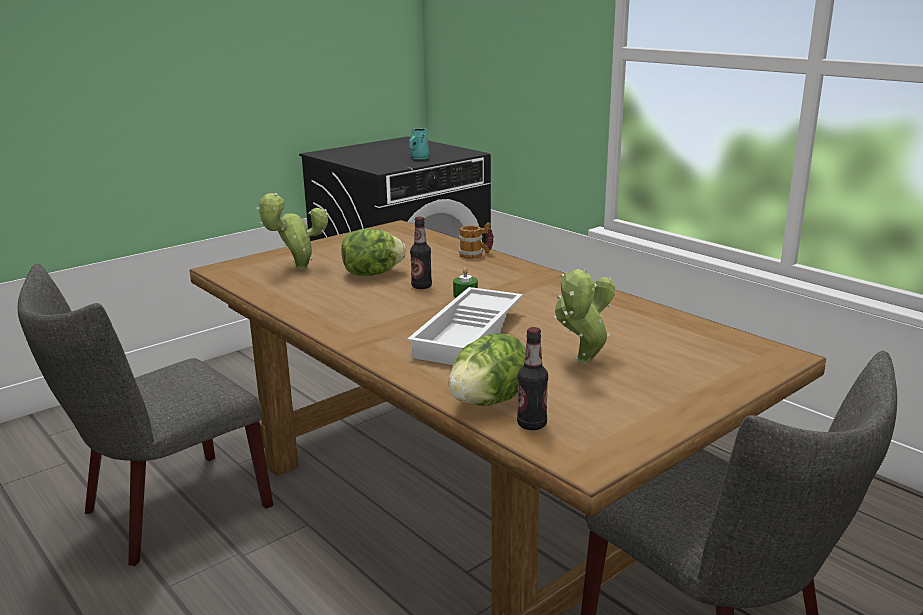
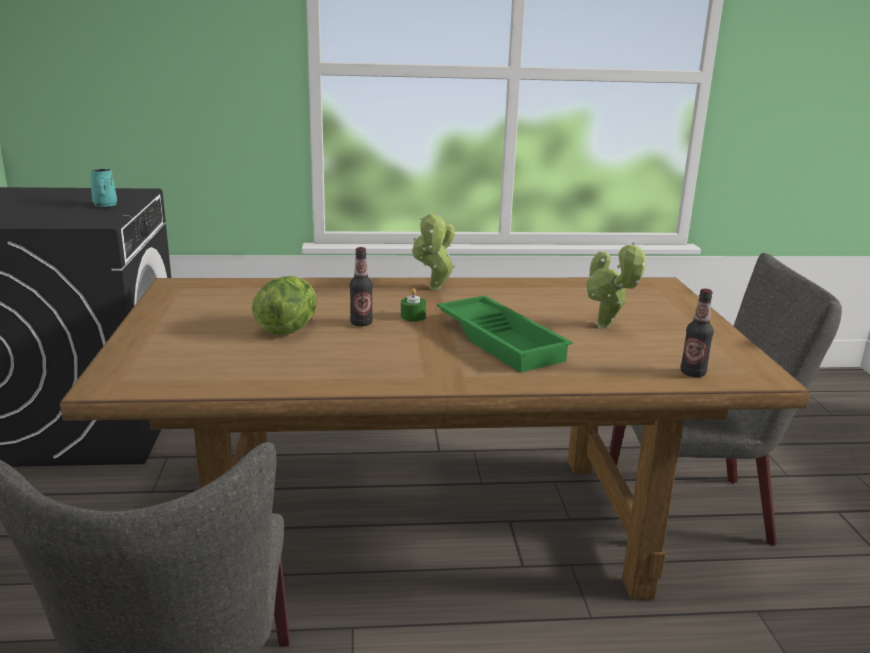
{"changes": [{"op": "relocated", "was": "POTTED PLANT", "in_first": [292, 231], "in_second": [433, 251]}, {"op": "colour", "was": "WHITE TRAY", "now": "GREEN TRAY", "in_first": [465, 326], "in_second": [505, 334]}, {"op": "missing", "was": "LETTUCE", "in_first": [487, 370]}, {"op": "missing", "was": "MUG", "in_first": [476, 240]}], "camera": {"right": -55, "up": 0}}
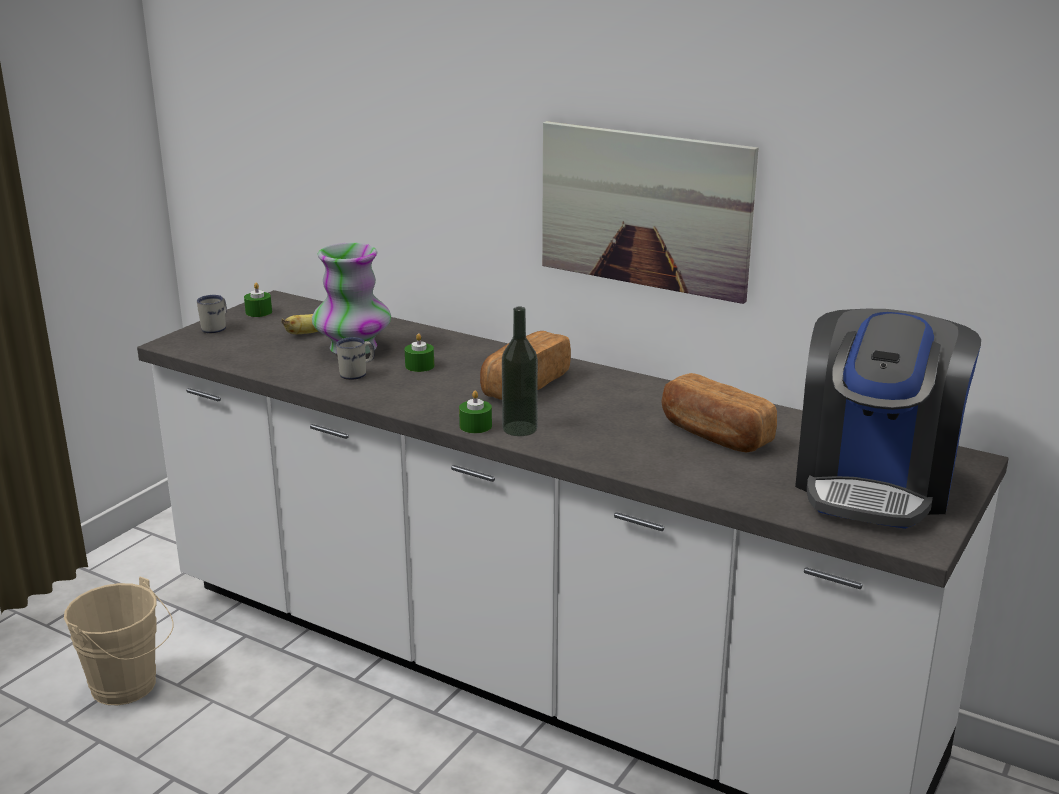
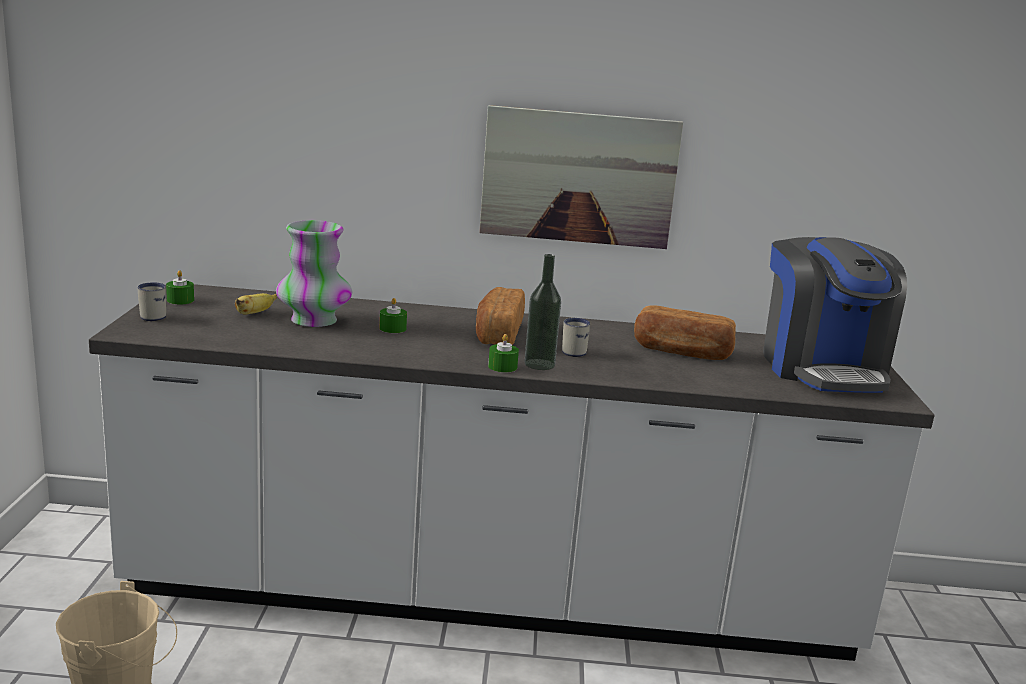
{"changes": [{"op": "relocated", "was": "WHITE MUG", "in_first": [355, 358], "in_second": [576, 337]}], "camera": {"right": -30, "up": -5}}
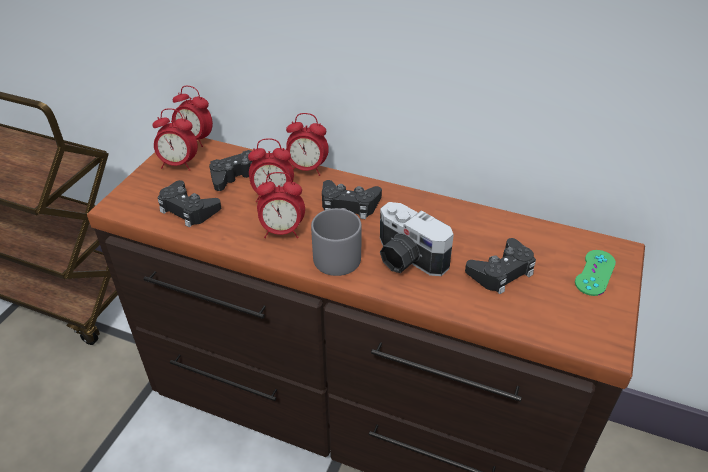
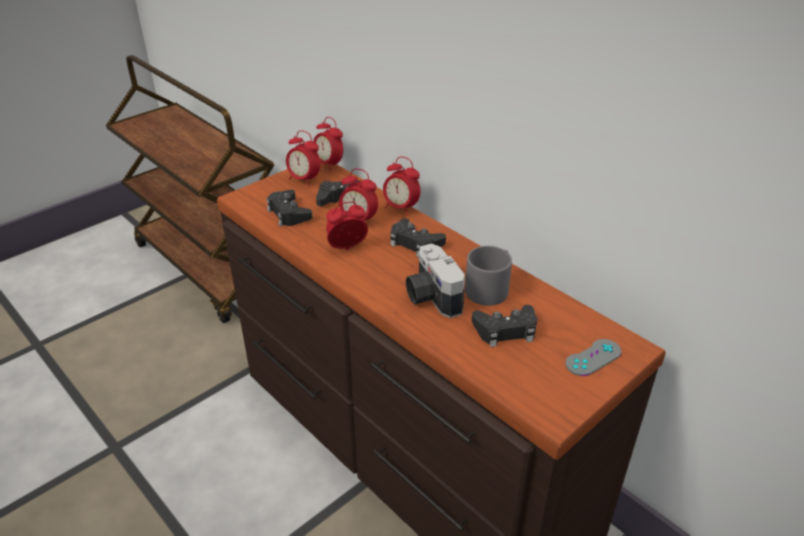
{"changes": [{"op": "spun", "was": "ALARM CLOCK", "in_first": [281, 205], "in_second": [347, 226], "clockwise": 135}, {"op": "relocated", "was": "GREY MUG", "in_first": [336, 242], "in_second": [488, 276]}, {"op": "colour", "was": "GREEN GAME CONTROLLER", "now": "GREY GAME CONTROLLER", "in_first": [595, 273], "in_second": [593, 357]}], "camera": {"right": 25, "up": -5}}
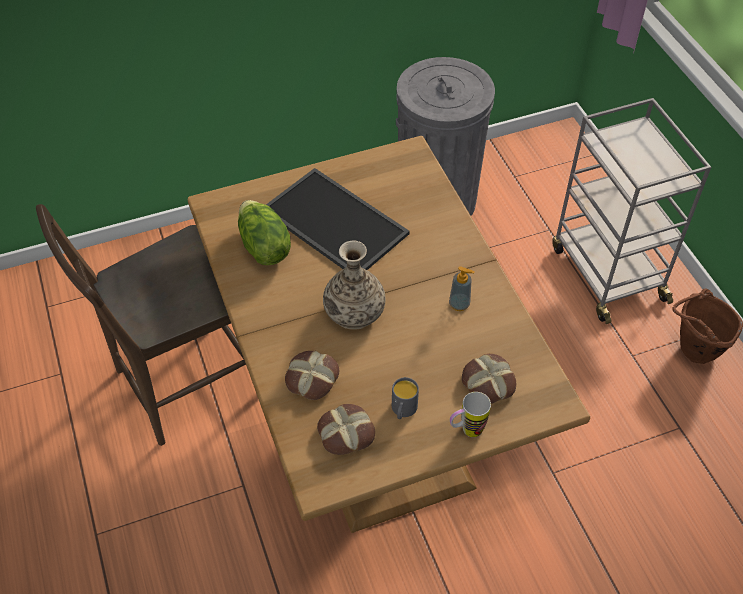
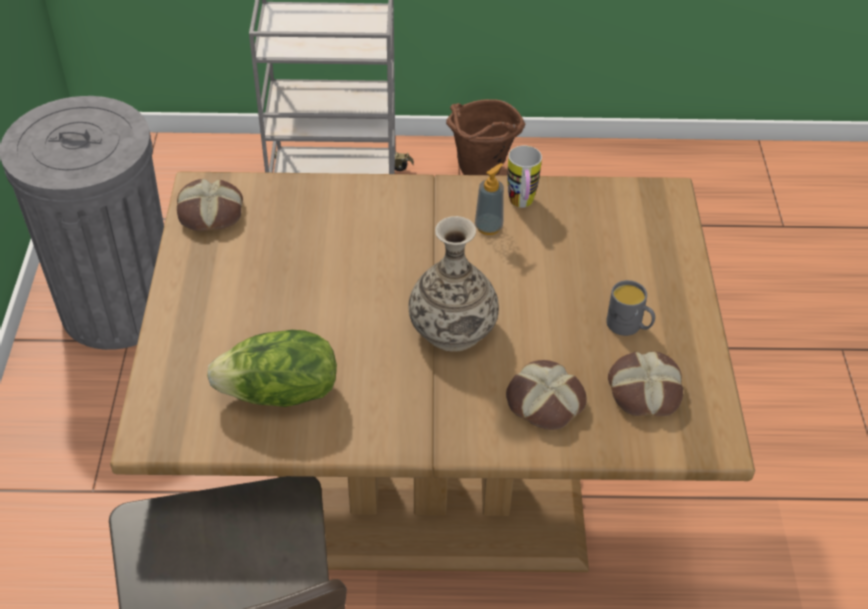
{"changes": [{"op": "missing", "was": "TRAY", "in_first": [338, 219]}, {"op": "relocated", "was": "MUG", "in_first": [470, 414], "in_second": [524, 177]}, {"op": "relocated", "was": "BREAD", "in_first": [489, 379], "in_second": [210, 205]}], "camera": {"right": -70, "up": -5}}
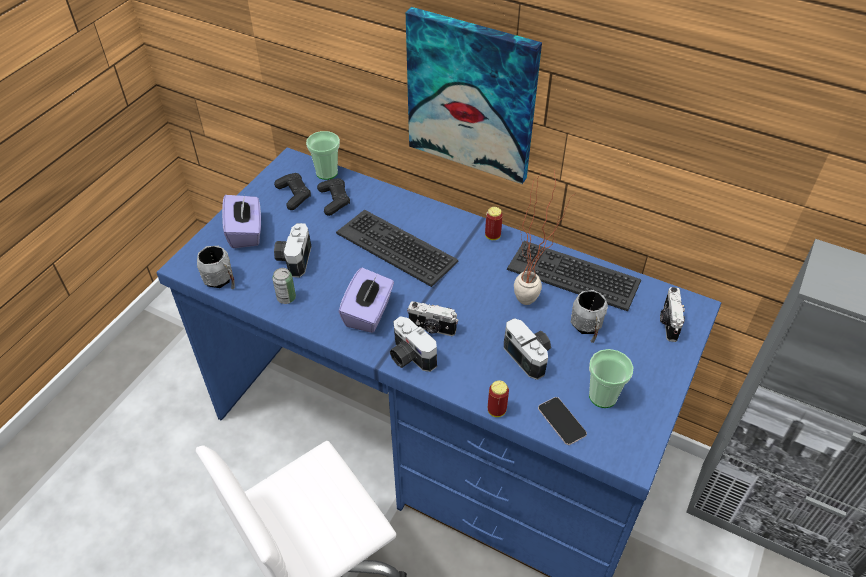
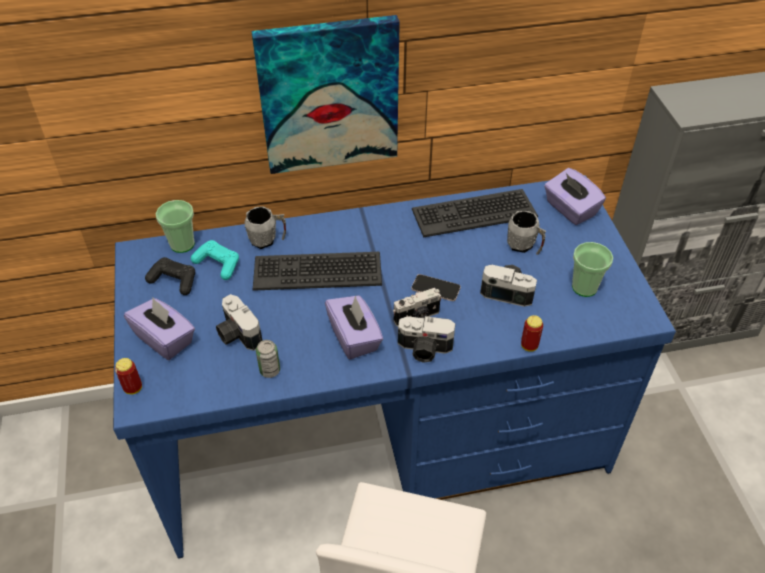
{"changes": [{"op": "relocated", "was": "GREY MUG", "in_first": [216, 267], "in_second": [265, 227]}, {"op": "colour", "was": "BLACK GAME CONTROLLER", "now": "TURQUOISE GAME CONTROLLER", "in_first": [333, 197], "in_second": [215, 260]}, {"op": "relocated", "was": "CAN", "in_first": [494, 223], "in_second": [128, 376]}, {"op": "missing", "was": "POTTED PLANT", "in_first": [544, 238]}, {"op": "relocated", "was": "PHONE", "in_first": [562, 421], "in_second": [436, 287]}, {"op": "exchanged", "was": "PHOTO CAMERA", "now": "PURPLE TISSUE BOX", "in_first": [672, 314], "in_second": [575, 196]}], "camera": {"right": -40, "up": 0}}
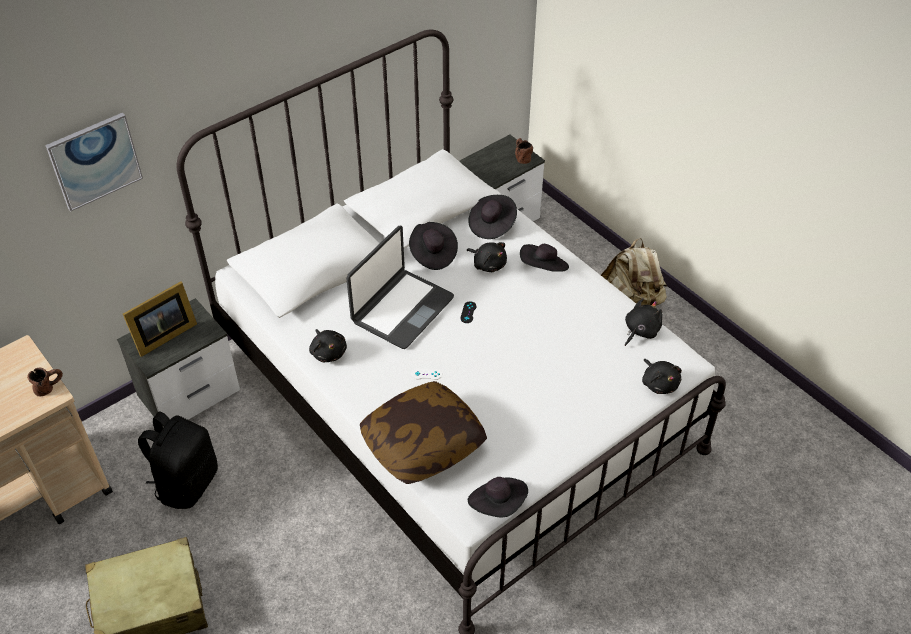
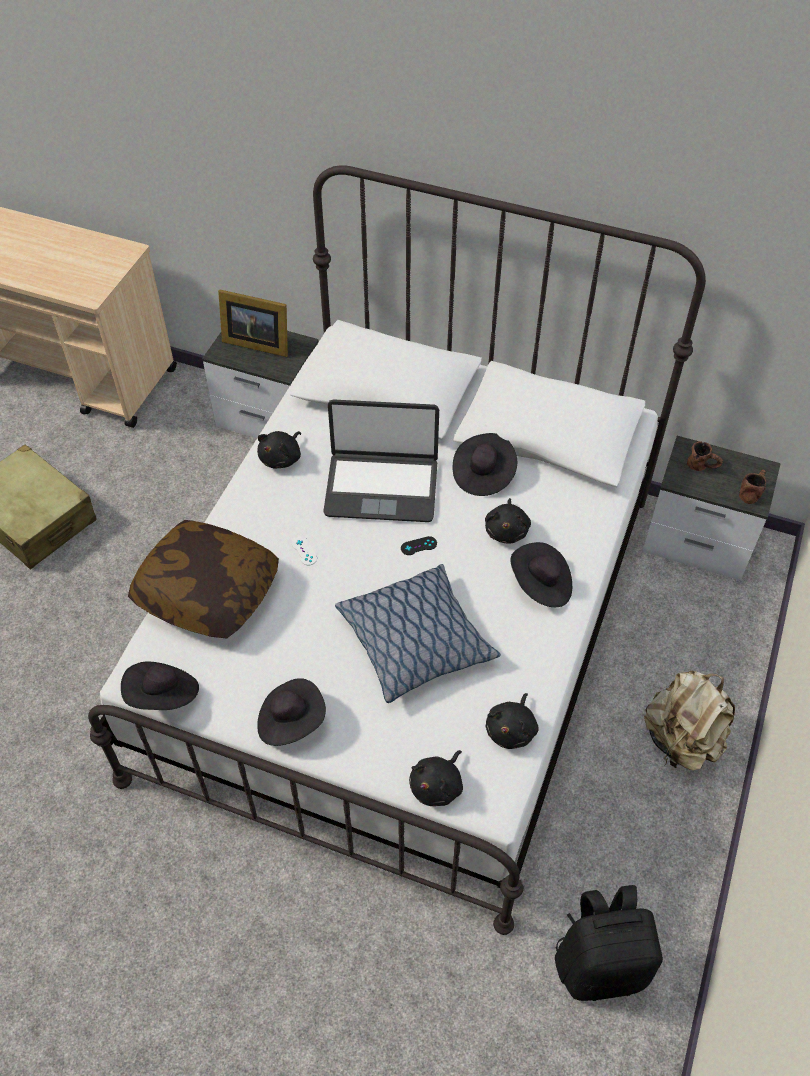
{"changes": [{"op": "relocated", "was": "BROWN MUG", "in_first": [45, 382], "in_second": [705, 456]}, {"op": "missing", "was": "PICTURE", "in_first": [94, 162]}, {"op": "relocated", "was": "BLACK BACKPACK", "in_first": [178, 460], "in_second": [609, 943]}, {"op": "relocated", "was": "BLACK HAT", "in_first": [493, 217], "in_second": [291, 712]}, {"op": "spun", "was": "BLACK PLUSH TOY", "in_first": [643, 322], "in_second": [512, 721], "clockwise": 105}, {"op": "appeared", "now": "PILLOW", "in_second": [418, 633]}], "camera": {"right": 60, "up": 5}}
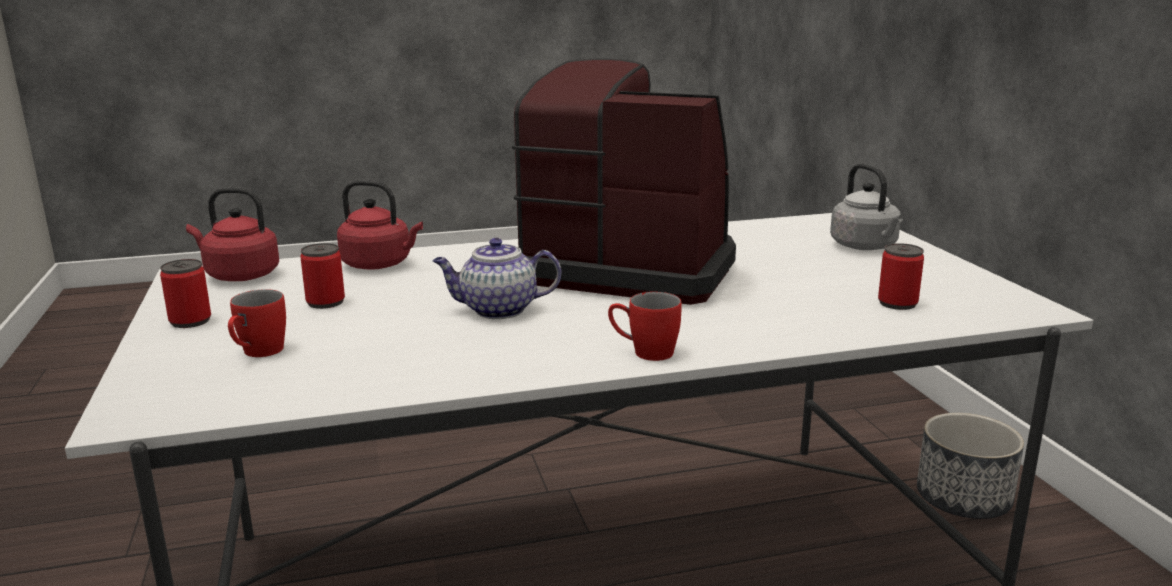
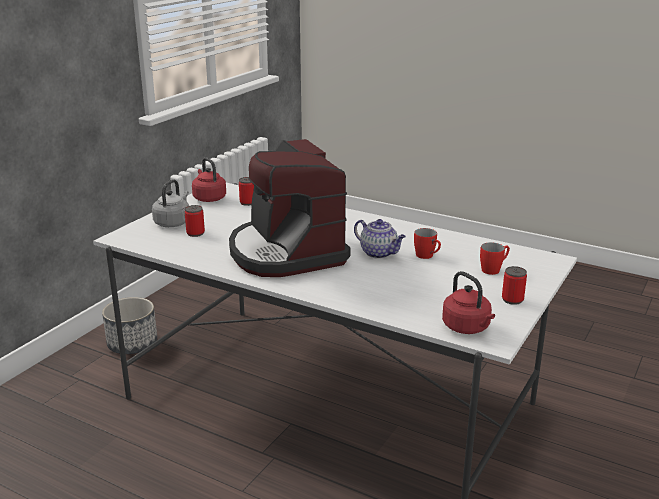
{"changes": [{"op": "relocated", "was": "CAN", "in_first": [322, 276], "in_second": [195, 221]}, {"op": "relocated", "was": "RED KETTLE", "in_first": [380, 225], "in_second": [209, 179]}, {"op": "relocated", "was": "RED MUG", "in_first": [645, 326], "in_second": [427, 243]}], "camera": {"right": -135, "up": 5}}
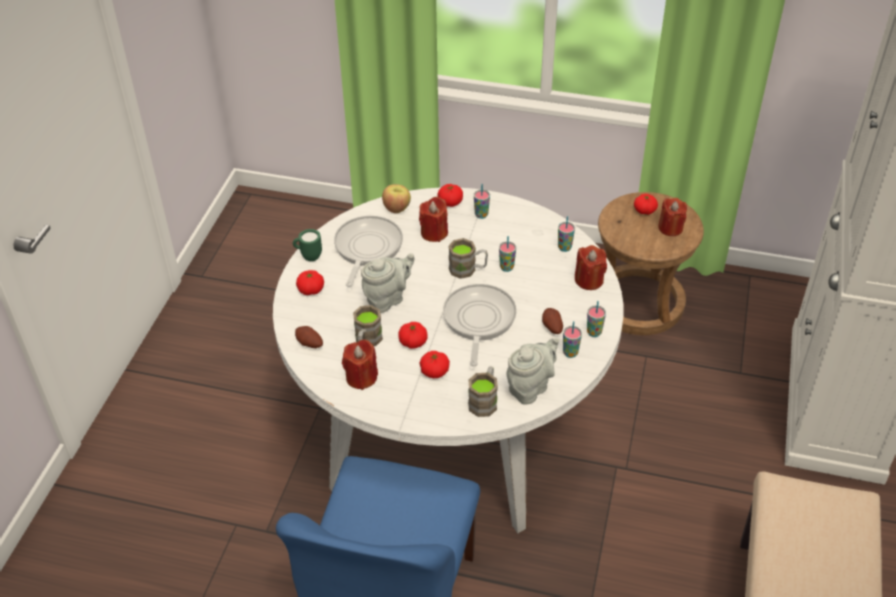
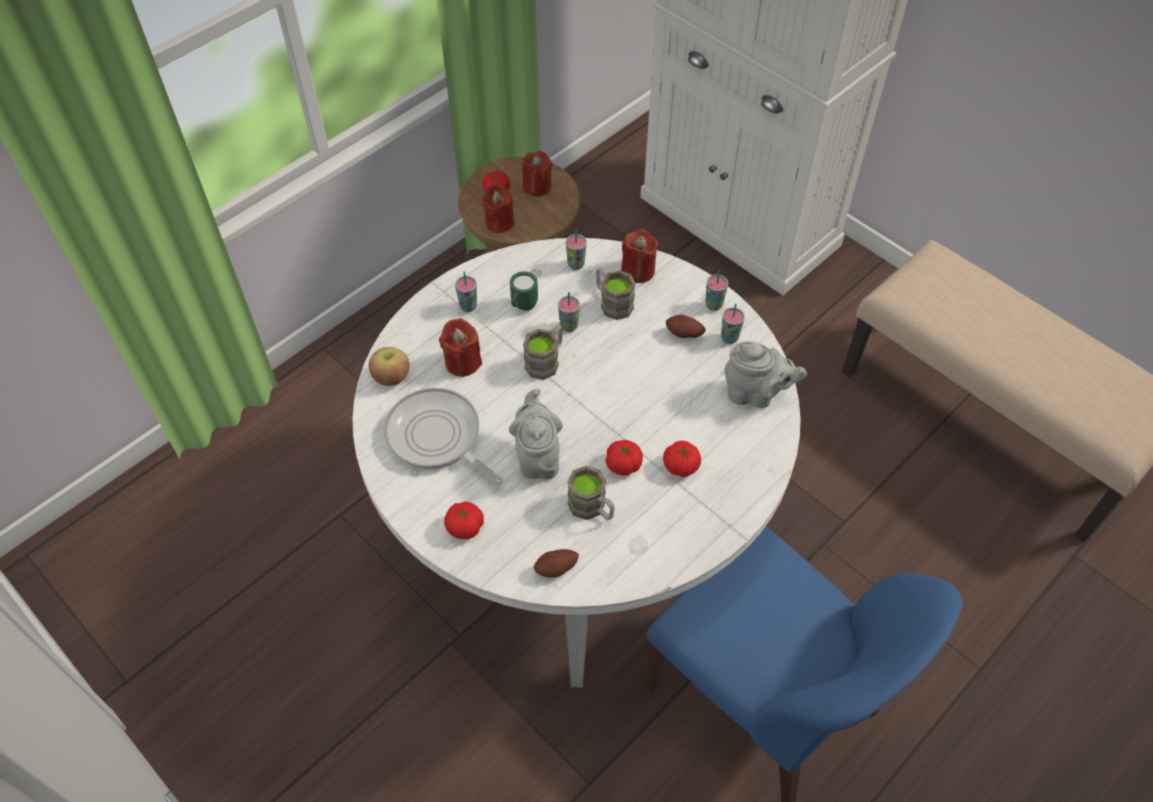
{"changes": [{"op": "relocated", "was": "GREEN MUG", "in_first": [307, 245], "in_second": [524, 291]}, {"op": "relocated", "was": "RED CANDLE", "in_first": [360, 364], "in_second": [498, 208]}, {"op": "missing", "was": "TOMATO", "in_first": [450, 195]}, {"op": "missing", "was": "FRYING PAN", "in_first": [479, 325]}, {"op": "relocated", "was": "BROWN MUG", "in_first": [483, 391], "in_second": [616, 294]}, {"op": "spun", "was": "GREY TEAPOT", "in_first": [533, 371], "in_second": [766, 374], "clockwise": 120}], "camera": {"right": -60, "up": 10}}
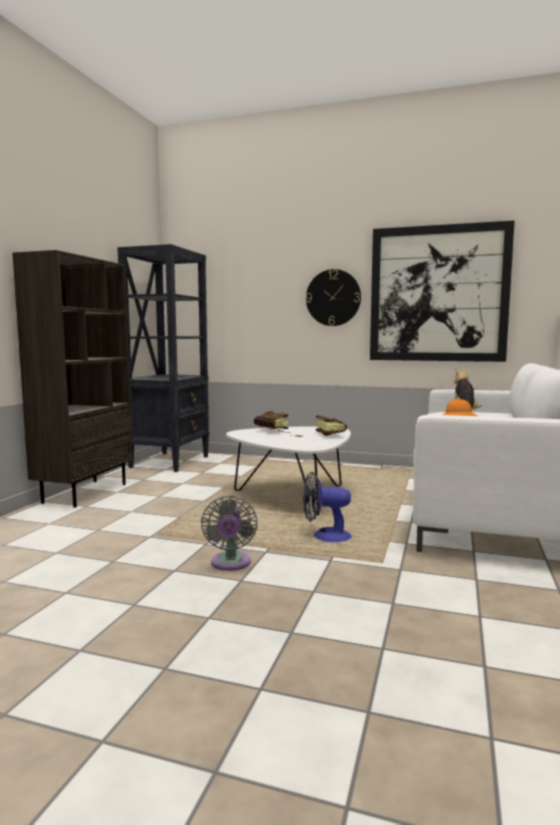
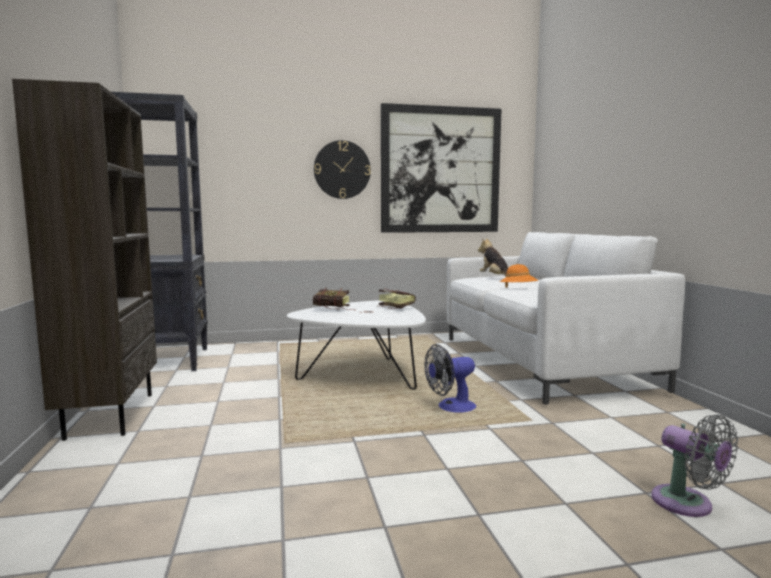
{"changes": [{"op": "relocated", "was": "GREY FAN", "in_first": [229, 533], "in_second": [694, 465]}], "camera": {"right": -30, "up": 0}}
